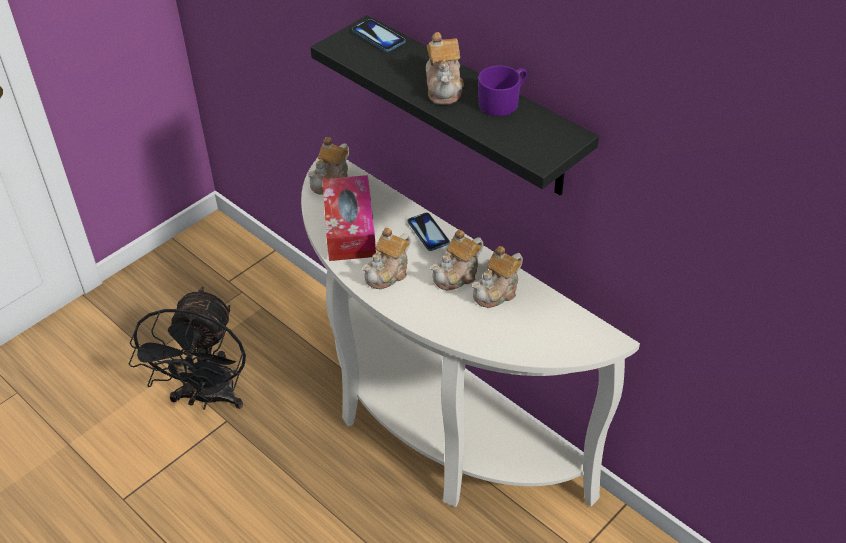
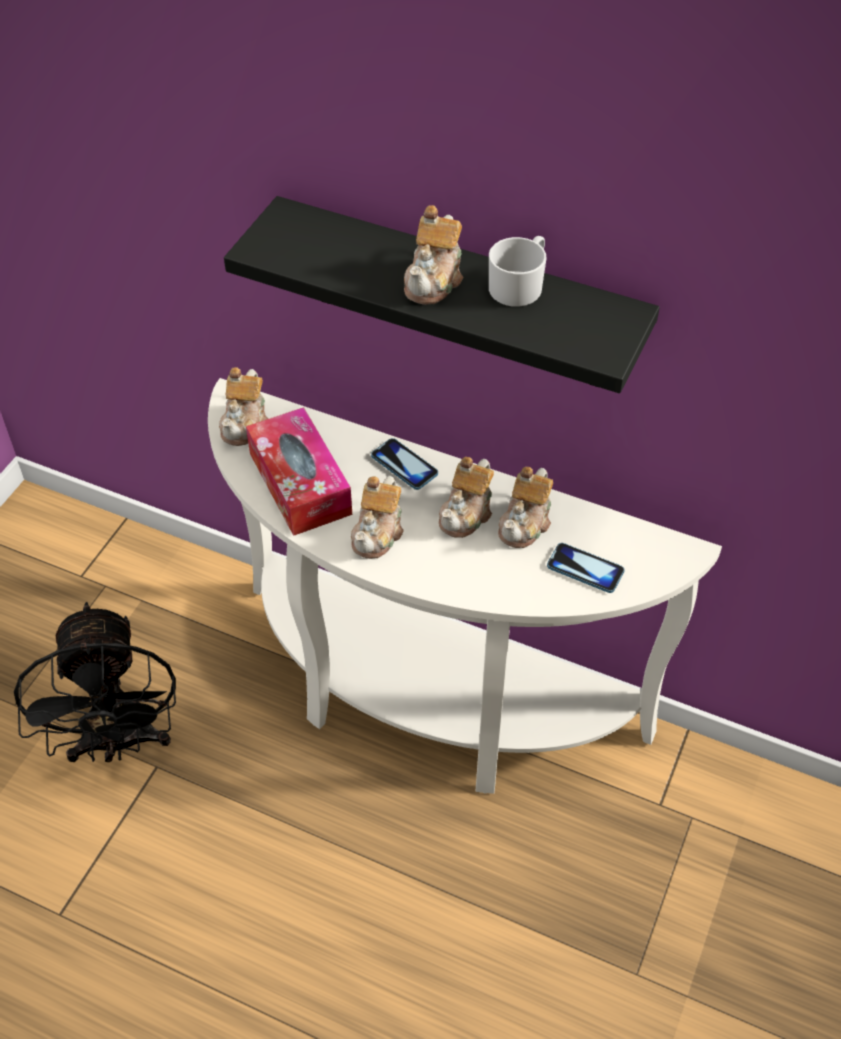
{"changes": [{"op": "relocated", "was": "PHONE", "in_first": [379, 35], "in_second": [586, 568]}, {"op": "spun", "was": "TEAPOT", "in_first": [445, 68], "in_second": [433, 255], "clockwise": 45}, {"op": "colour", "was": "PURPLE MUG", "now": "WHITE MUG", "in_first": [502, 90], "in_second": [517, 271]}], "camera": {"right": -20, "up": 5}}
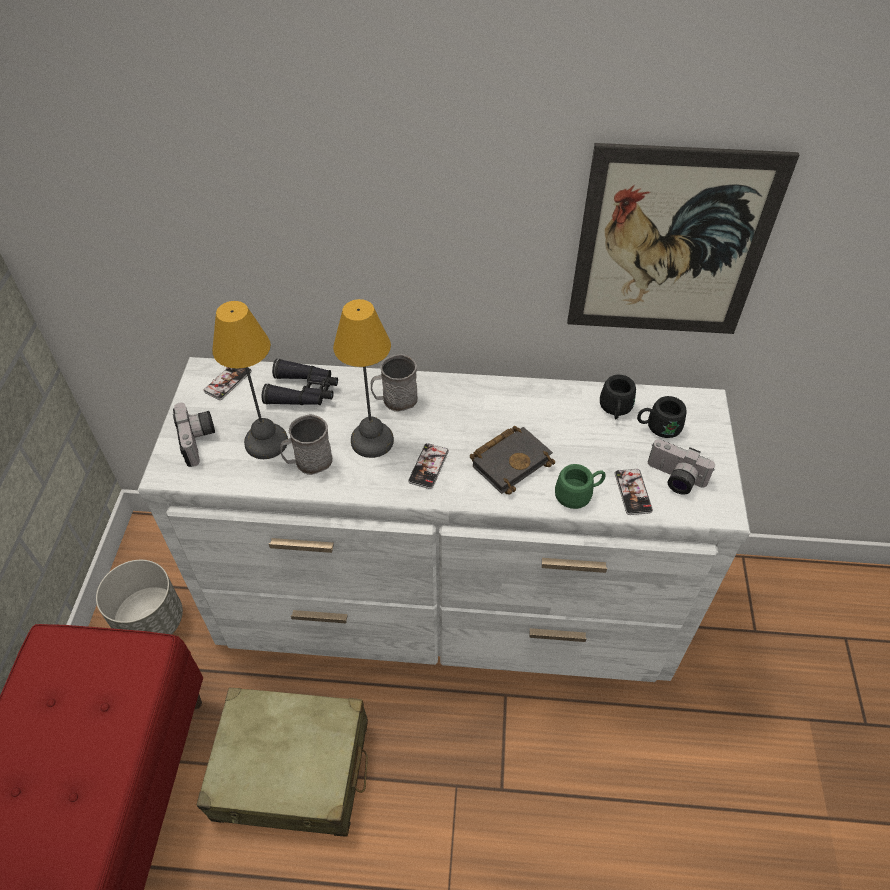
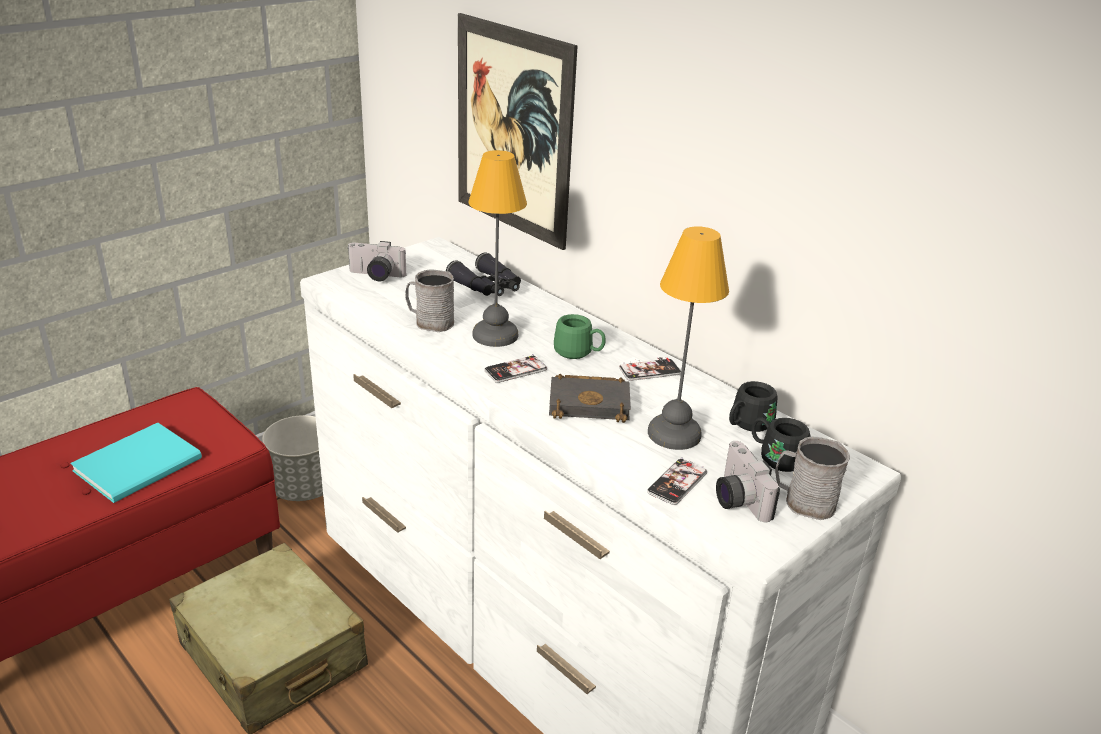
{"changes": [{"op": "spun", "was": "PHOTO CAMERA", "in_first": [194, 435], "in_second": [376, 261], "clockwise": 75}, {"op": "relocated", "was": "PHONE", "in_first": [227, 383], "in_second": [650, 369]}, {"op": "relocated", "was": "TABLE LAMP", "in_first": [250, 380], "in_second": [688, 338]}, {"op": "relocated", "was": "GREY MUG", "in_first": [394, 383], "in_second": [812, 478]}, {"op": "relocated", "was": "GREEN MUG", "in_first": [580, 486], "in_second": [580, 336]}, {"op": "relocated", "was": "PICTURE", "in_first": [683, 238], "in_second": [517, 131]}, {"op": "appeared", "now": "TURQUOISE BOOK", "in_second": [136, 463]}], "camera": {"right": 40, "up": -20}}
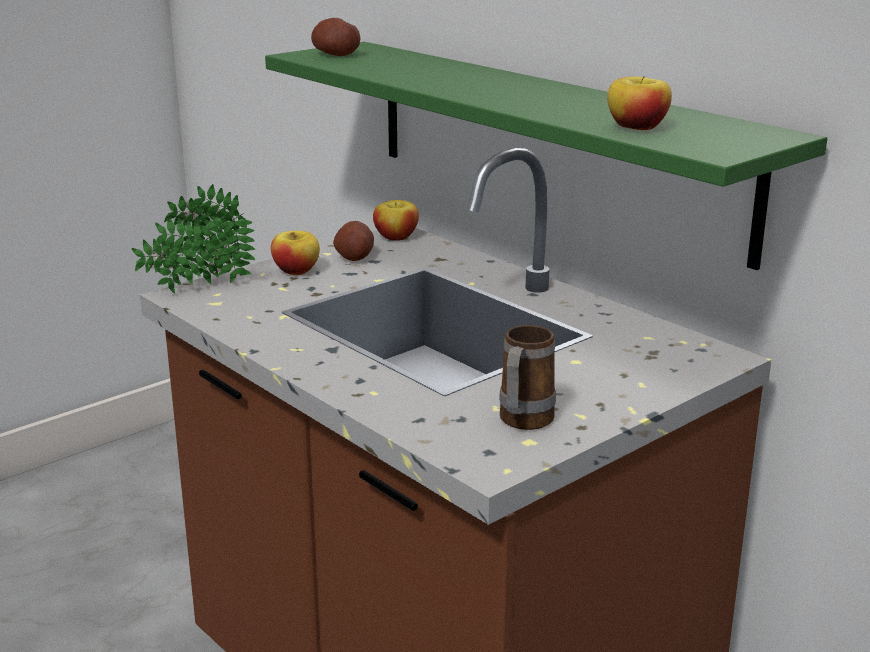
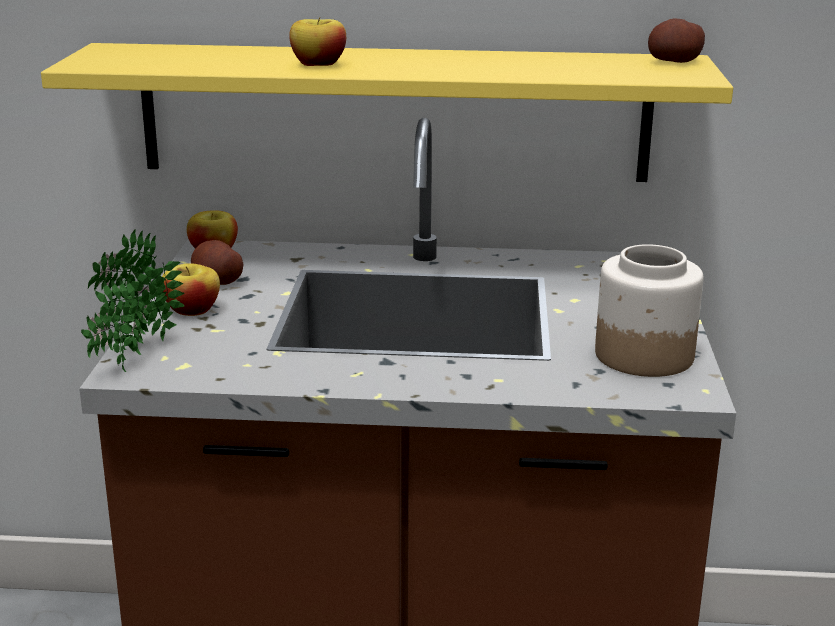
{"changes": [{"op": "colour", "was": "GREEN SHELF", "now": "YELLOW SHELF", "in_first": [546, 156], "in_second": [387, 112]}, {"op": "relocated", "was": "POTATO", "in_first": [336, 37], "in_second": [676, 41]}, {"op": "exchanged", "was": "MUG", "now": "JAR", "in_first": [527, 377], "in_second": [649, 310]}, {"op": "relocated", "was": "APPLE", "in_first": [639, 103], "in_second": [317, 41]}], "camera": {"right": -45, "up": 0}}
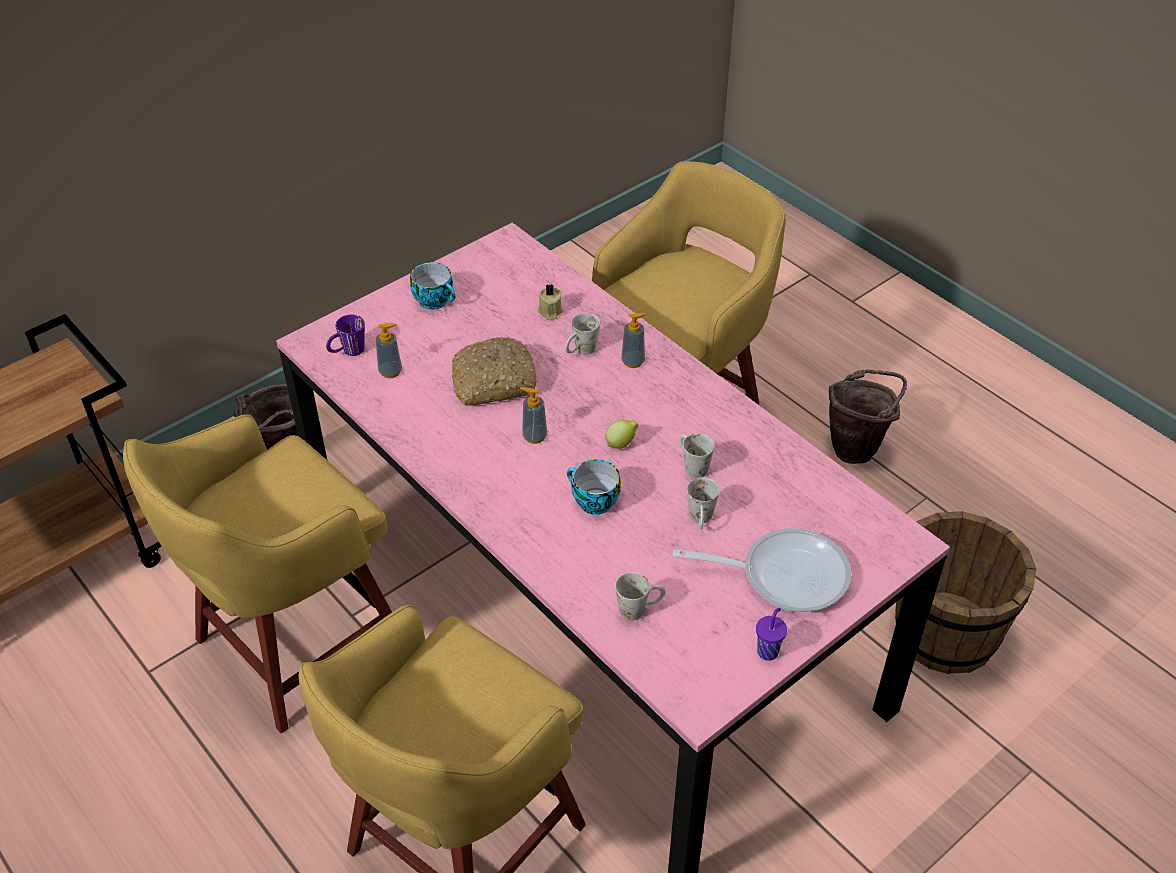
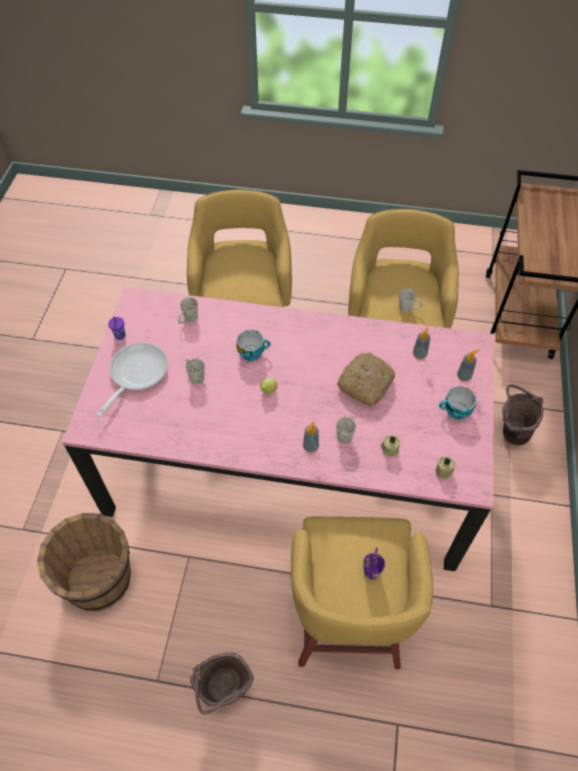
{"changes": [{"op": "relocated", "was": "PURPLE MUG", "in_first": [345, 335], "in_second": [374, 563]}, {"op": "relocated", "was": "SOAP DISPENSER", "in_first": [533, 415], "in_second": [468, 365]}, {"op": "spun", "was": "FRYING PAN", "in_first": [762, 570], "in_second": [132, 379], "clockwise": 150}, {"op": "relocated", "was": "WHITE MUG", "in_first": [697, 456], "in_second": [411, 300]}, {"op": "appeared", "now": "BEIGE CANDLE", "in_second": [445, 467]}], "camera": {"right": 140, "up": 10}}
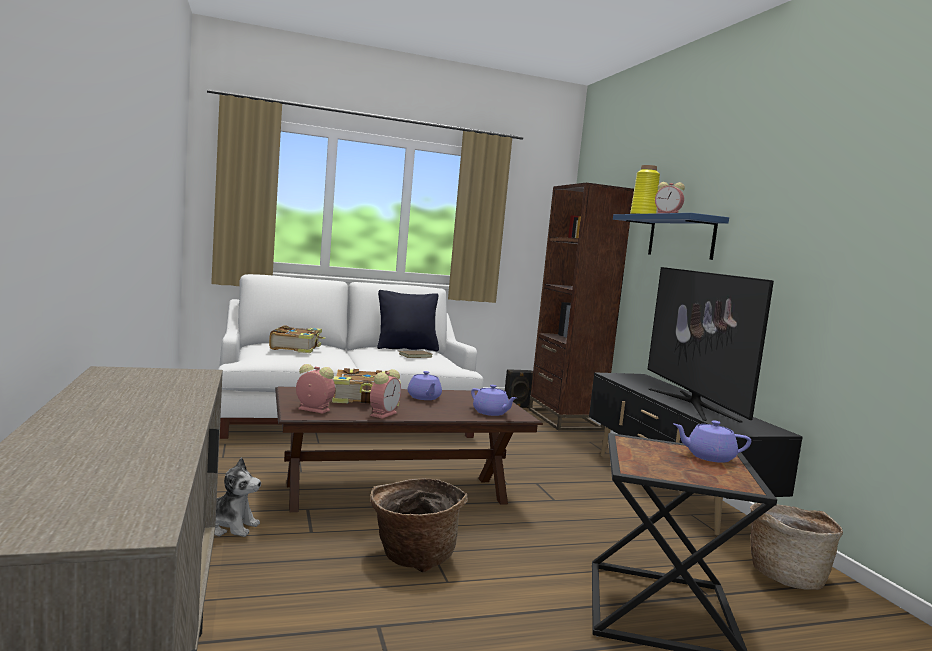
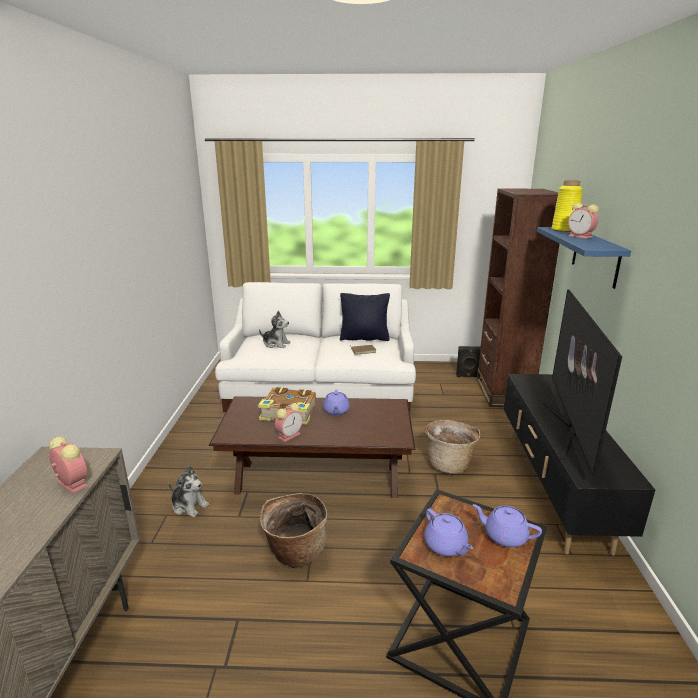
{"changes": [{"op": "exchanged", "was": "BOOK", "now": "PLUSH TOY", "in_first": [297, 339], "in_second": [275, 329]}, {"op": "relocated", "was": "ALARM CLOCK", "in_first": [315, 389], "in_second": [68, 465]}, {"op": "relocated", "was": "PURPLE TEAPOT", "in_first": [493, 400], "in_second": [448, 532]}, {"op": "relocated", "was": "BASKET", "in_first": [796, 546], "in_second": [453, 447]}], "camera": {"right": 20, "up": 15}}
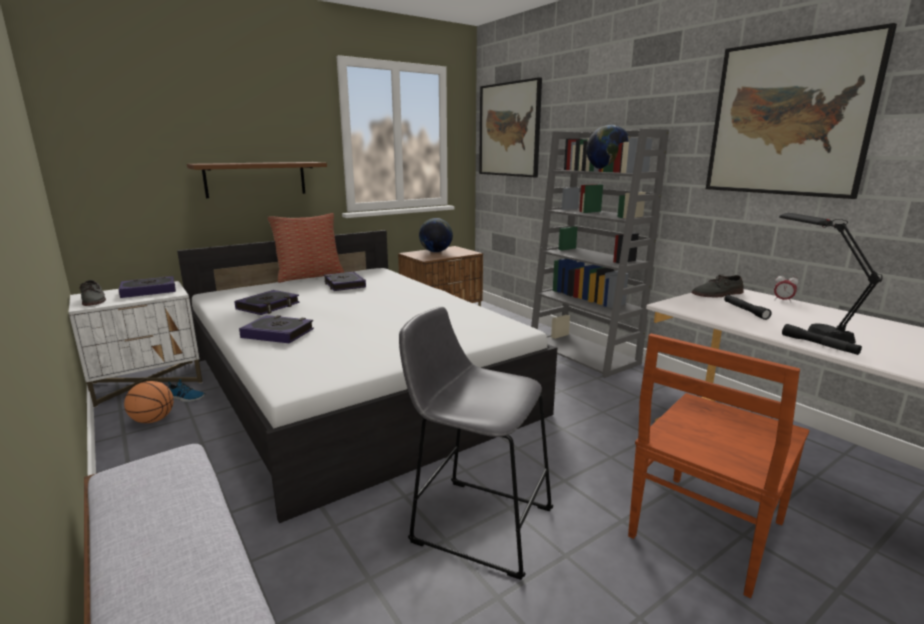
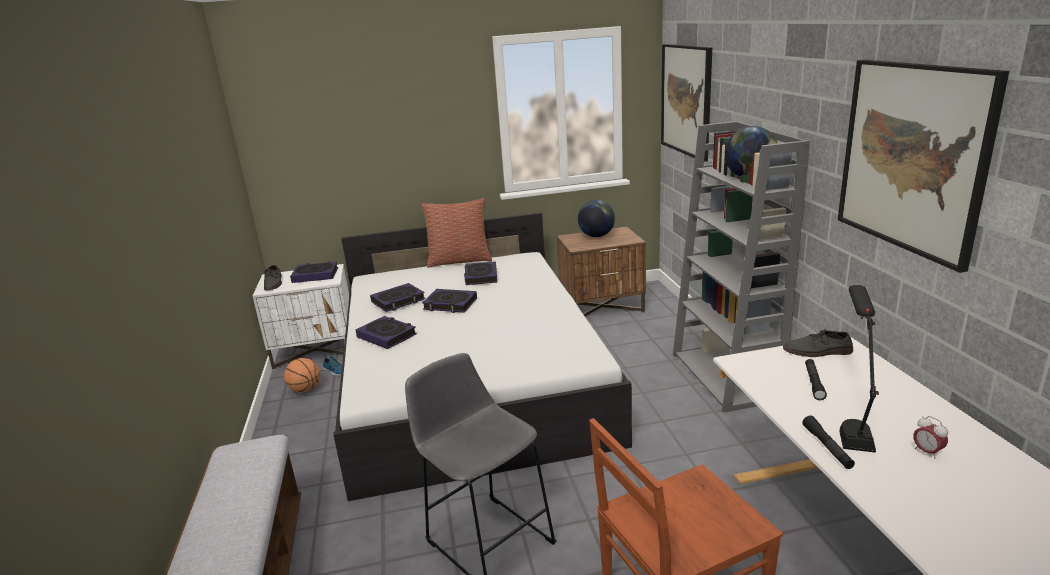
{"changes": [{"op": "missing", "was": "BROWN SHELF", "in_first": [257, 180]}, {"op": "relocated", "was": "ALARM CLOCK", "in_first": [786, 288], "in_second": [930, 437]}, {"op": "appeared", "now": "BOOK", "in_second": [449, 301]}], "camera": {"right": 25, "up": 5}}
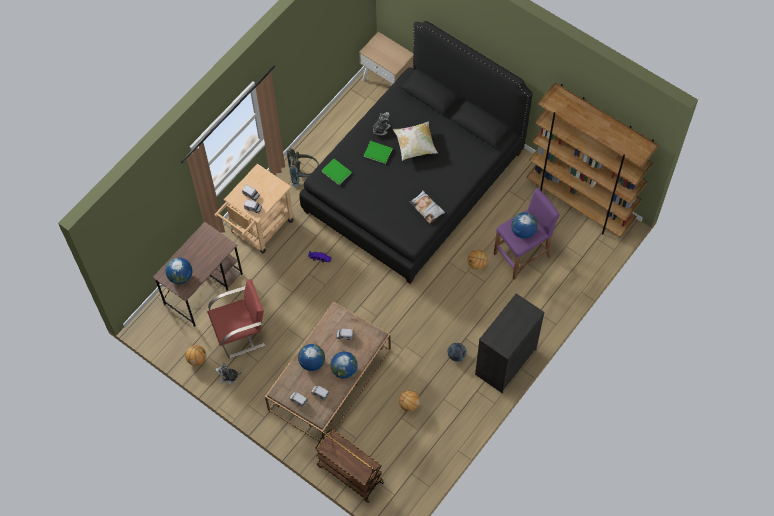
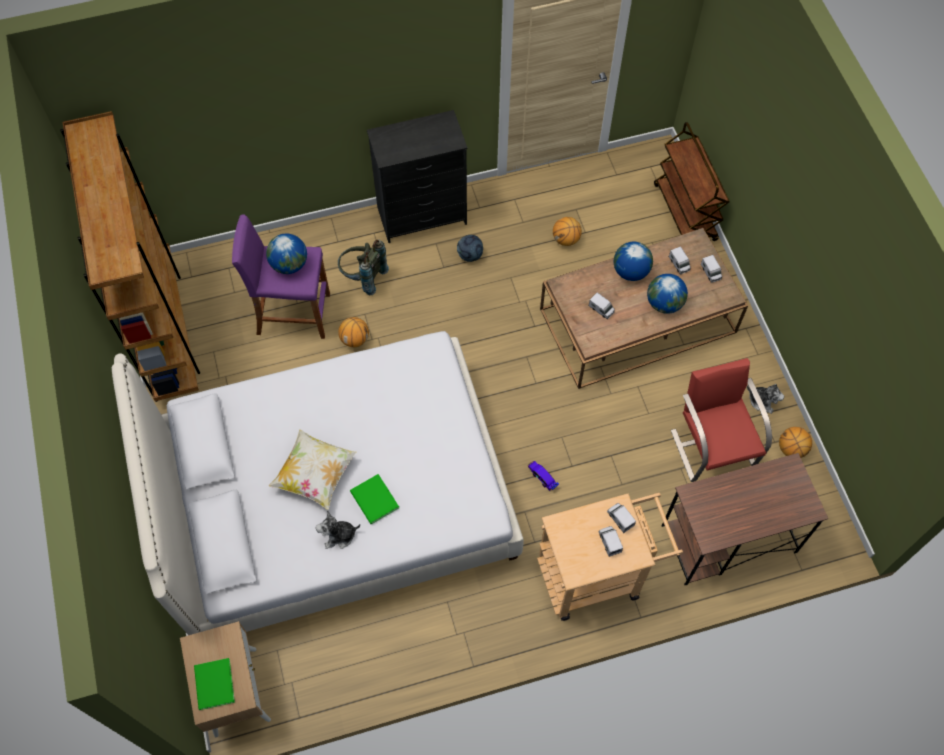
{"changes": [{"op": "missing", "was": "GLOBE", "in_first": [179, 271]}, {"op": "spun", "was": "RED CHAIR", "in_first": [236, 319], "in_second": [721, 420], "clockwise": 60}, {"op": "relocated", "was": "GREY BACKPACK", "in_first": [303, 167], "in_second": [363, 267]}, {"op": "colour", "was": "BLACK BED", "now": "WHITE BED", "in_first": [416, 152], "in_second": [318, 483]}, {"op": "relocated", "was": "GREEN BOOK", "in_first": [336, 172], "in_second": [214, 684]}, {"op": "missing", "was": "PILLOW", "in_first": [427, 206]}], "camera": {"right": -145, "up": 0}}
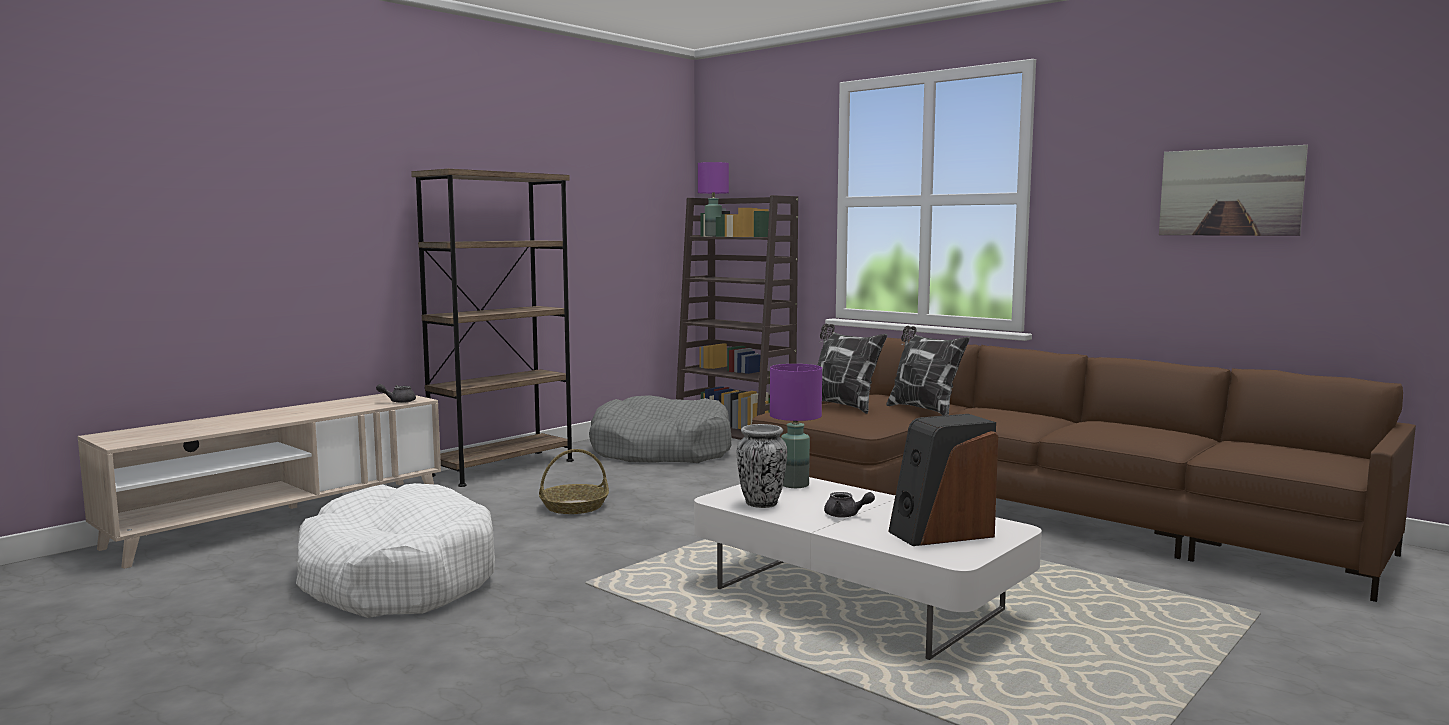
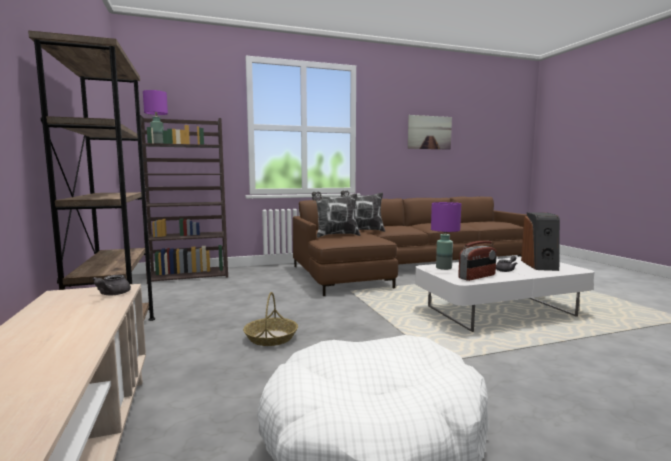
{"changes": [{"op": "missing", "was": "GREY DOG BED", "in_first": [660, 429]}, {"op": "exchanged", "was": "VASE", "now": "RADIO", "in_first": [762, 466], "in_second": [477, 261]}], "camera": {"right": -60, "up": 0}}
